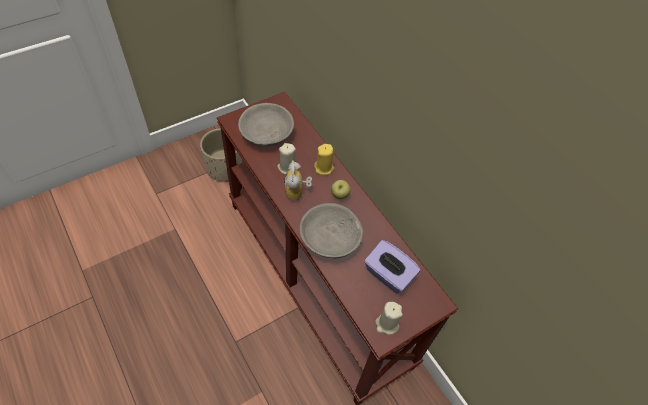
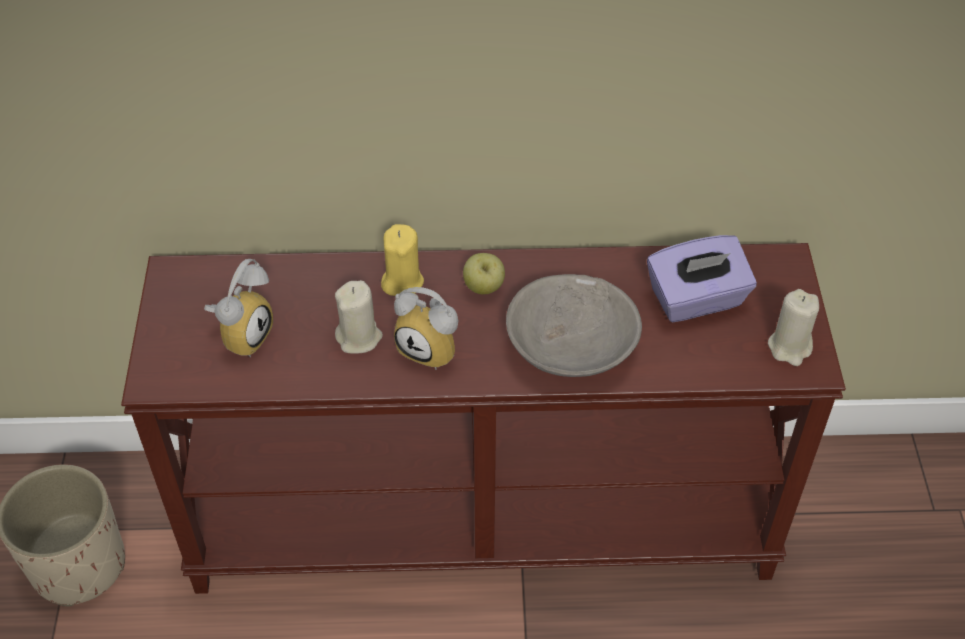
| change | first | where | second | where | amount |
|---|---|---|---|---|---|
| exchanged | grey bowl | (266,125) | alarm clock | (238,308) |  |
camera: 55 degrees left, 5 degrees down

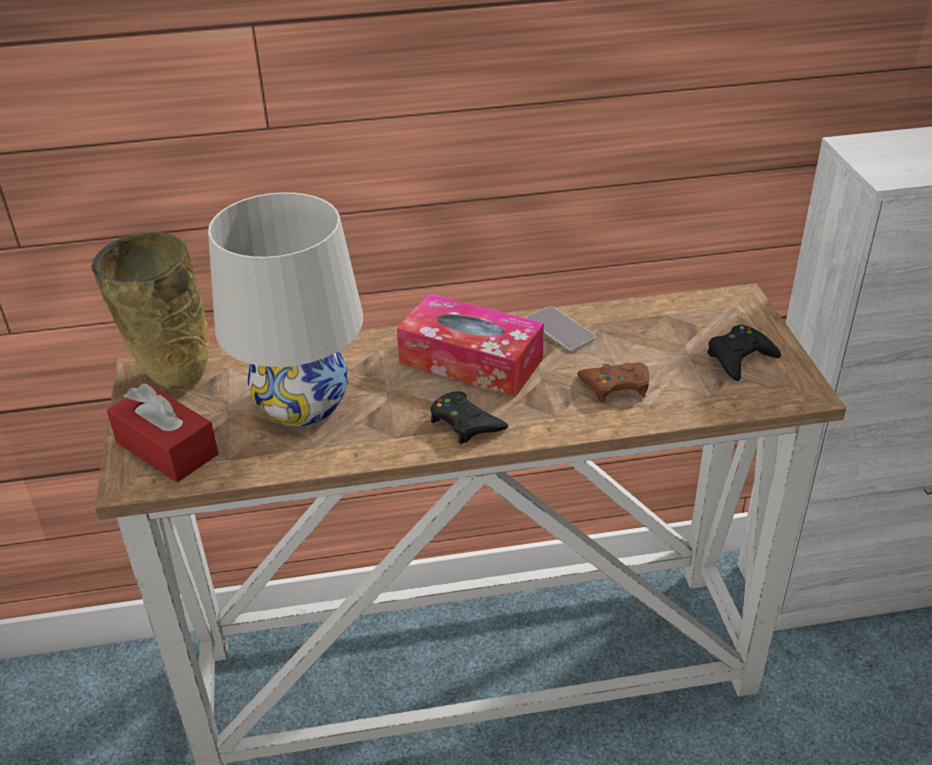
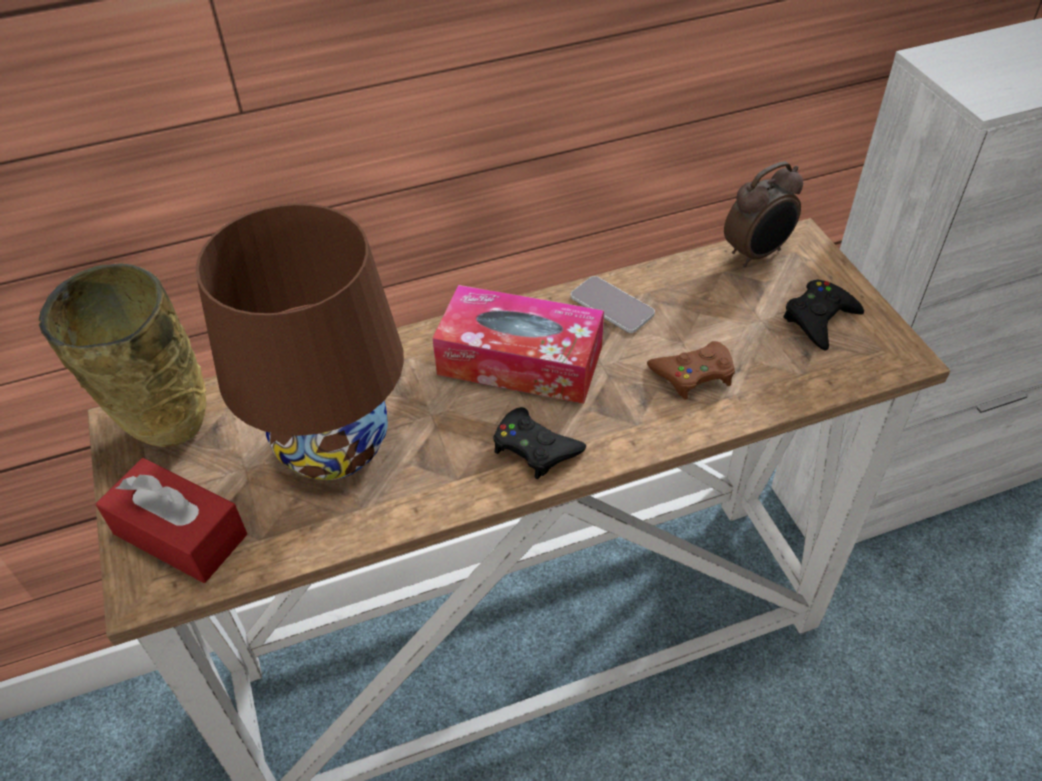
| change | first | where | second | where | amount |
|---|---|---|---|---|---|
| colour | white table lamp | (285,309) | brown table lamp | (300,341) |  |
| appeared |  |  | alarm clock | (763,214) |  |
camera: 10 degrees left, 10 degrees up

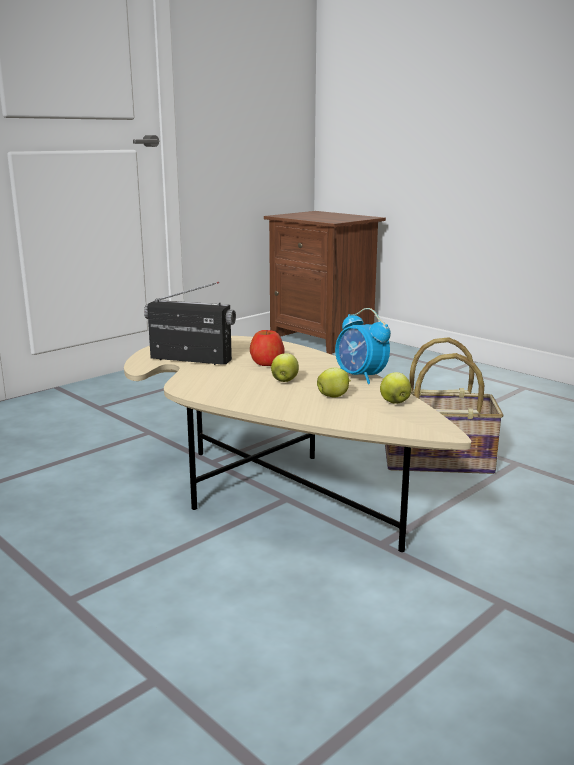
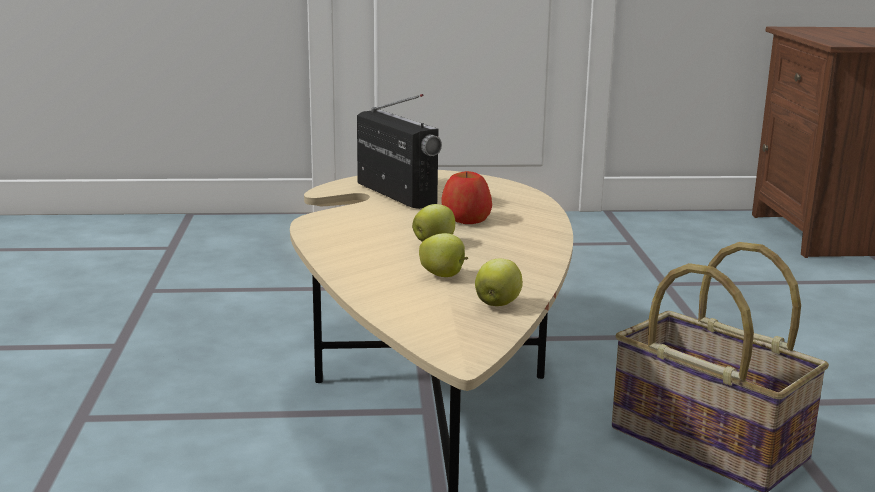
| change | first | where | second | where | amount |
|---|---|---|---|---|---|
| missing | alarm clock | (363,346) |  |  |  |
camera: 40 degrees right, 0 degrees up

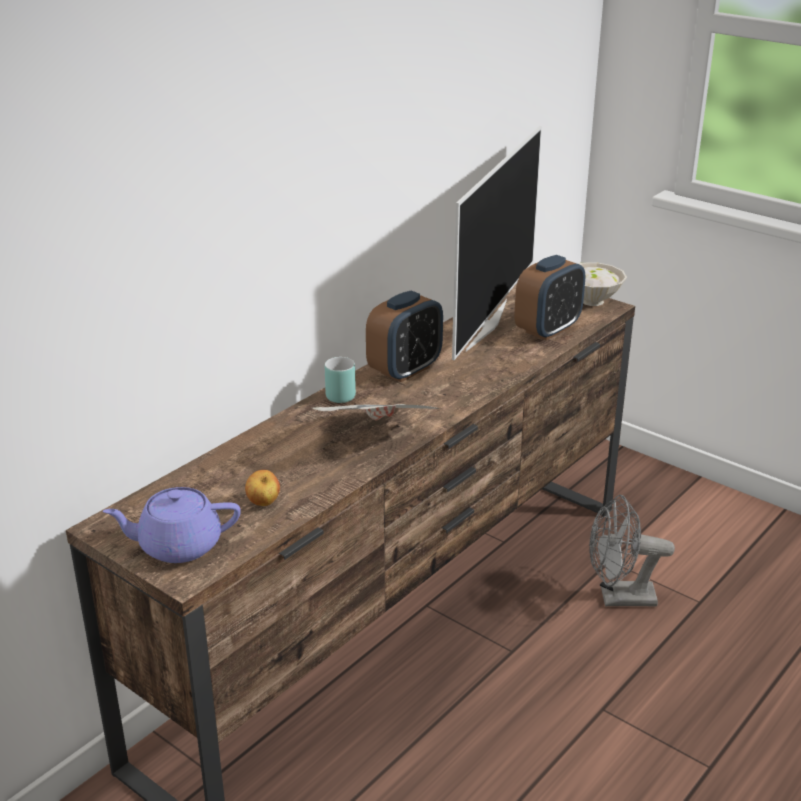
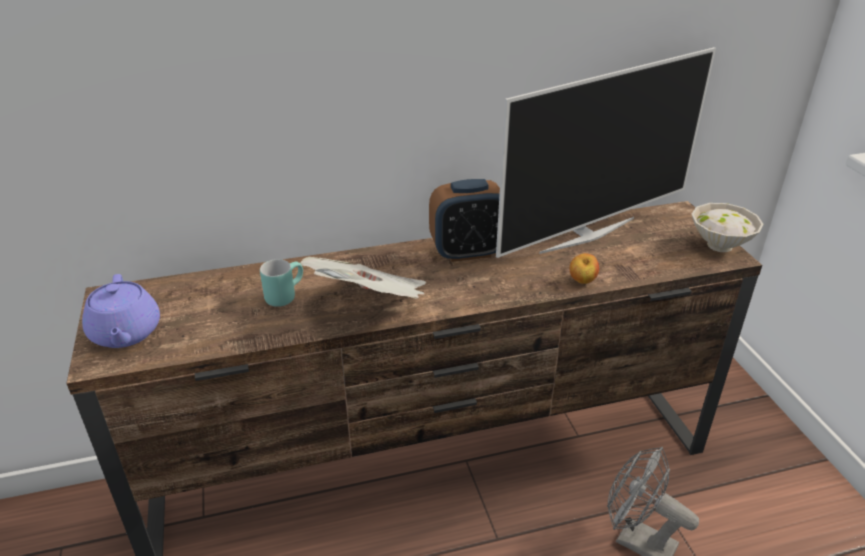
| change | first | where | second | where | amount |
|---|---|---|---|---|---|
| spun | purple teapot | (172,525) |  | (121,311) | 135 degrees counterclockwise |
| relocated | apple | (262,488) |  | (584,268) |  |
| relocated | turquoise mug | (340,380) |  | (281,283) |  |
| missing | alarm clock | (549,298) |  |  |  |
camera: 35 degrees right, 5 degrees up

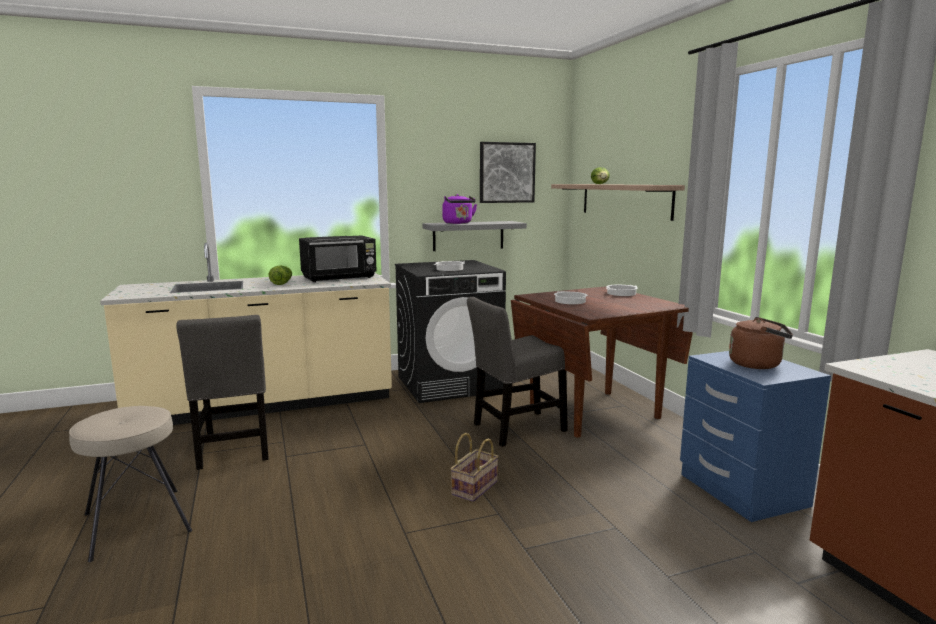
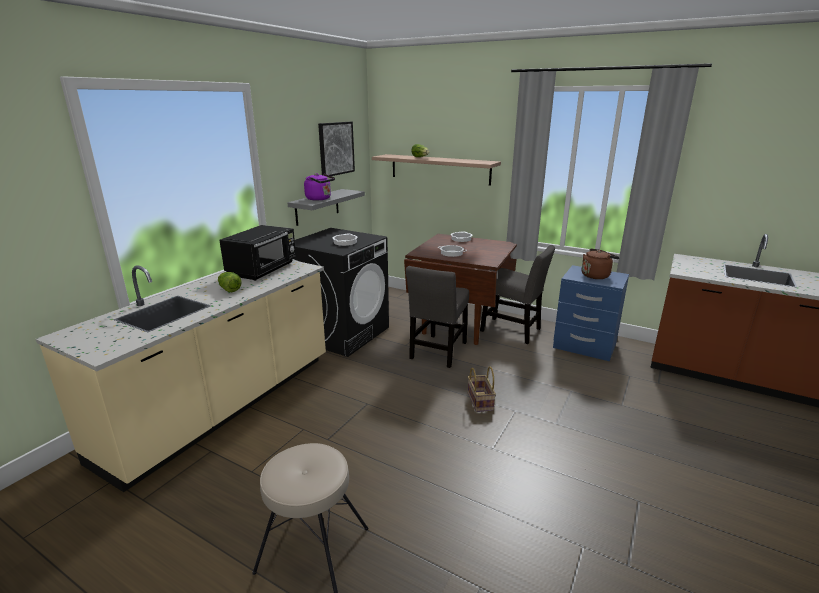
| change | first | where | second | where | amount |
|---|---|---|---|---|---|
| relocated | grey chair | (222,392) |  | (517,294) |  |
camera: 40 degrees left, 10 degrees up

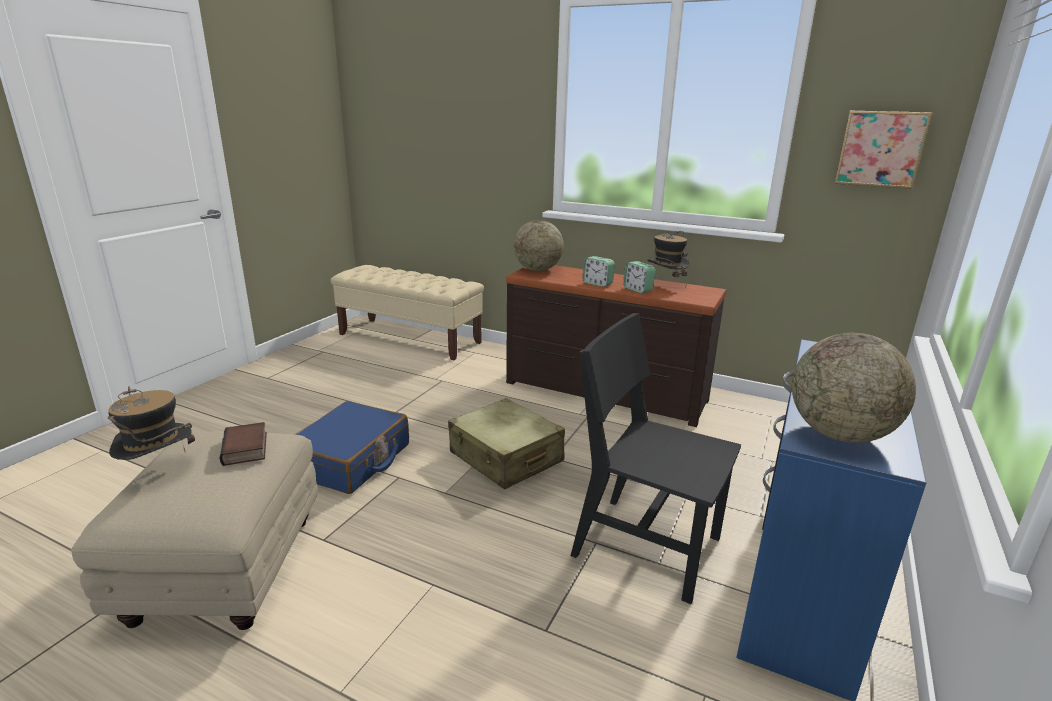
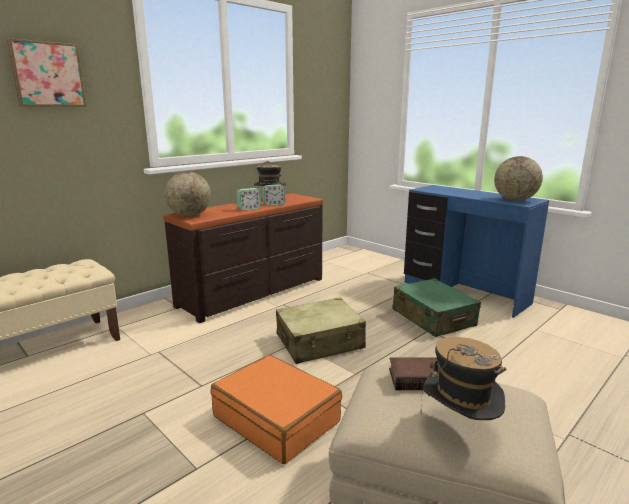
| change | first | where | second | where | amount |
|---|---|---|---|---|---|
| colour | blue suitcase | (352,447) | orange suitcase | (276,409) |  |
| exchanged | black chair | (655,458) | green suitcase | (436,307) |  |
| relocated | picture | (883,150) |  | (46,72) |  |
camera: 70 degrees left, 5 degrees down

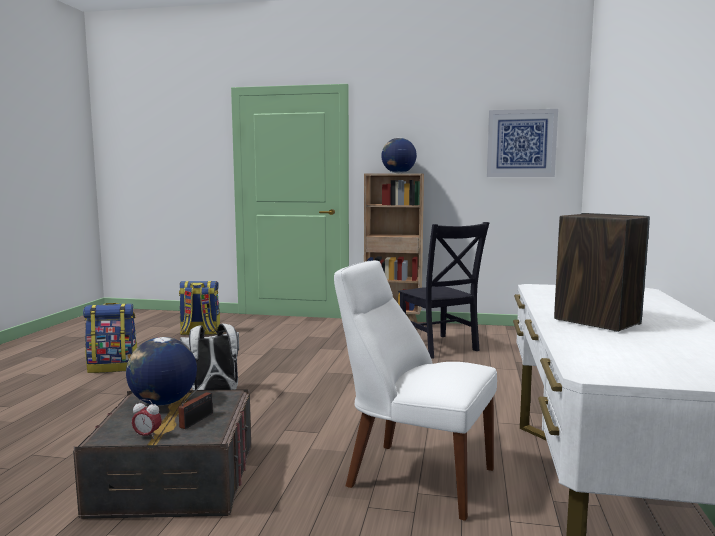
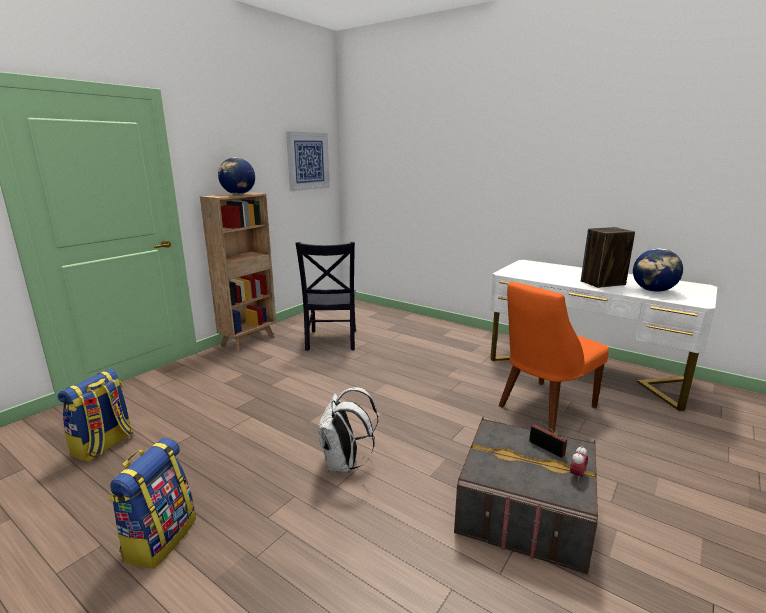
| change | first | where | second | where | amount |
|---|---|---|---|---|---|
| relocated | globe | (161,371) |  | (658,270) |  |
| colour | white chair | (415,390) | orange chair | (554,357) |  |
| spun | black chair | (444,290) |  | (325,296) | 90 degrees clockwise |
camera: 65 degrees left, 10 degrees up

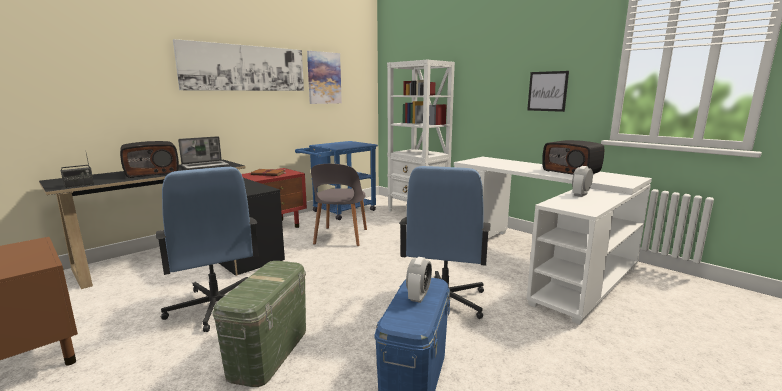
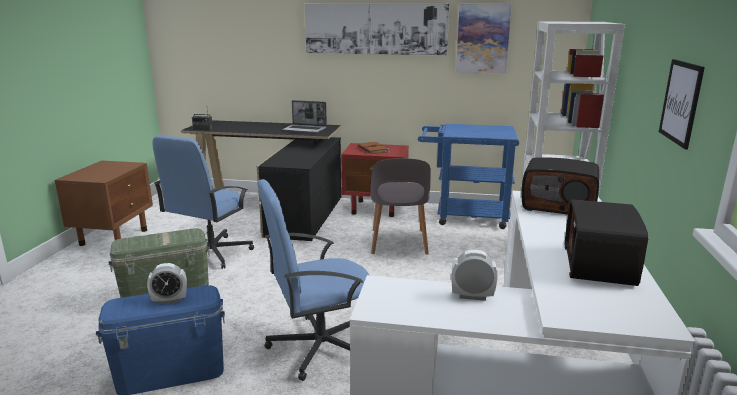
| change | first | where | second | where | amount |
|---|---|---|---|---|---|
| relocated | radio | (149,159) |  | (560,185) |  |
| spun | grey chair | (339,205) |  | (401,206) | 60 degrees counterclockwise |
camera: 55 degrees right, 5 degrees up

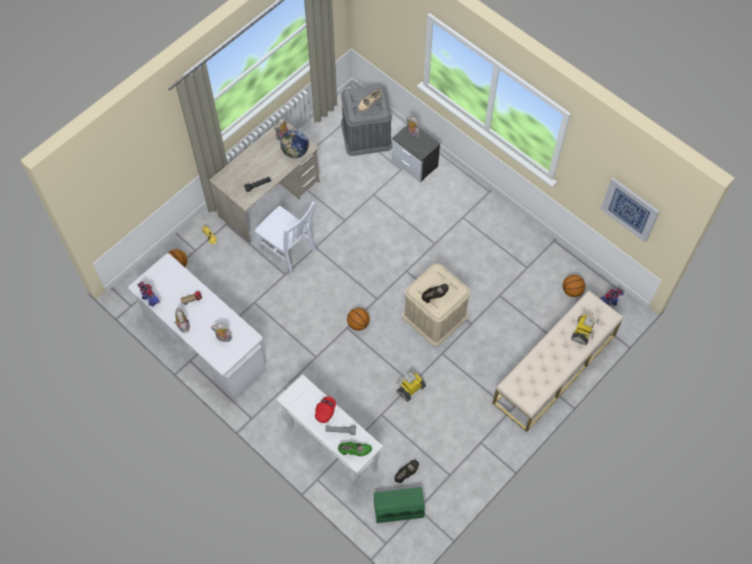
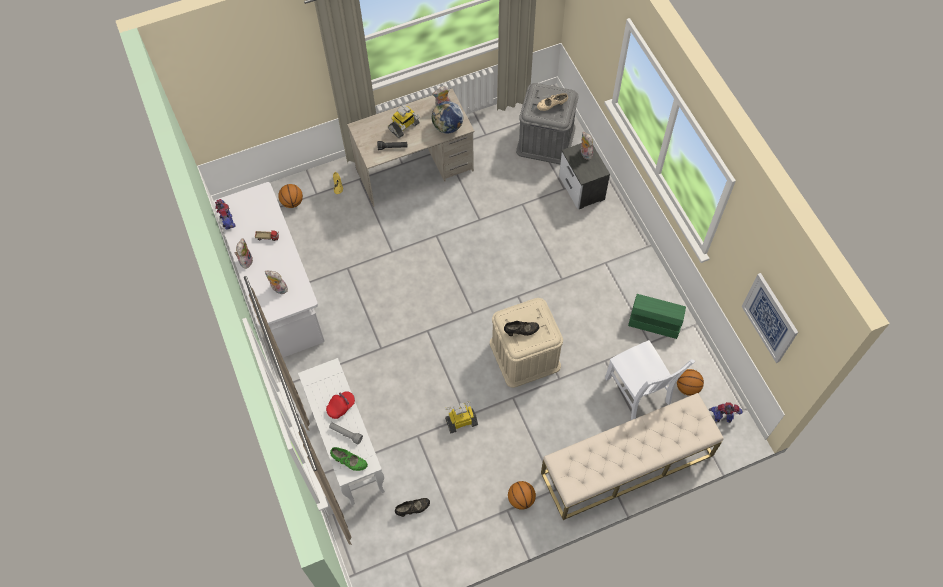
| change | first | where | second | where | amount |
|---|---|---|---|---|---|
| relocated | white chair | (285,238) |  | (650,380) |  |
| relocated | basketball | (358,319) |  | (522,495) |  |
| relocated | green storage box | (399,505) |  | (657,316) |  |
| relocated | toy robot | (585,330) |  | (404,121) |  |
camera: 25 degrees right, 0 degrees up

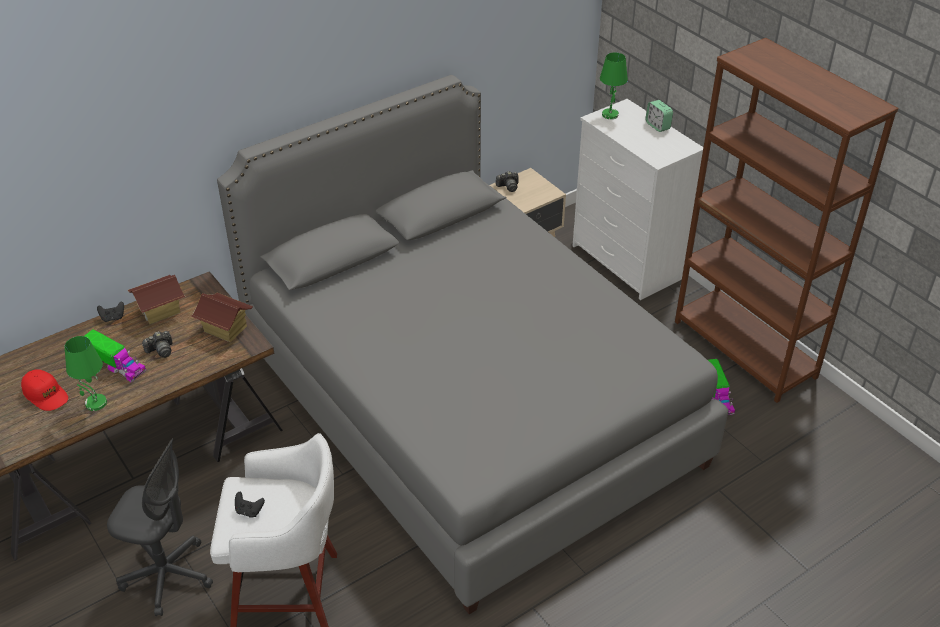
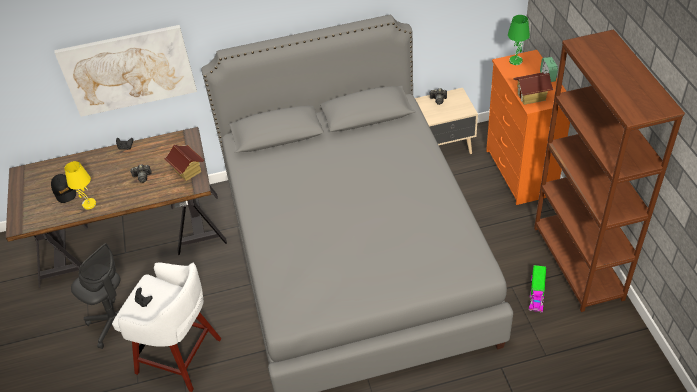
| change | first | where | second | where | amount |
|---|---|---|---|---|---|
| colour | red cap | (44,390) | black cap | (63,188) |  |
| colour | green table lamp | (85,373) | yellow table lamp | (80,185) |  |
| missing | toy truck | (115,355) |  |  |  |
| relocated | toy house | (156,299) |  | (533,88) |  |
| colour | white dresser | (638,199) | orange dresser | (528,127) |  |
| appeared |  |  | picture | (126,71) |  |
camera: 25 degrees right, 5 degrees up

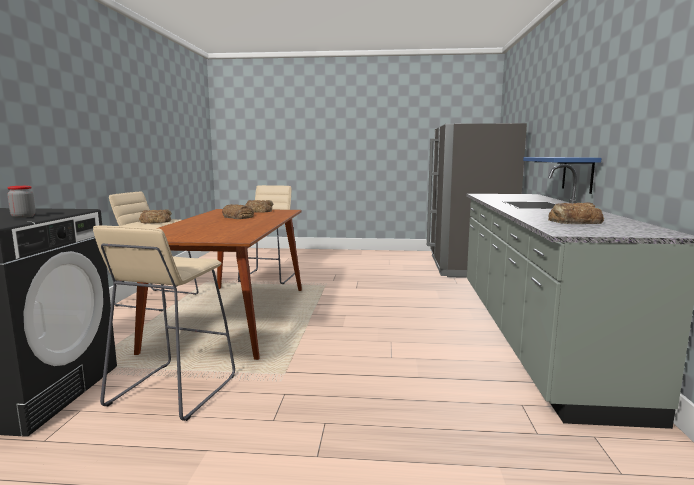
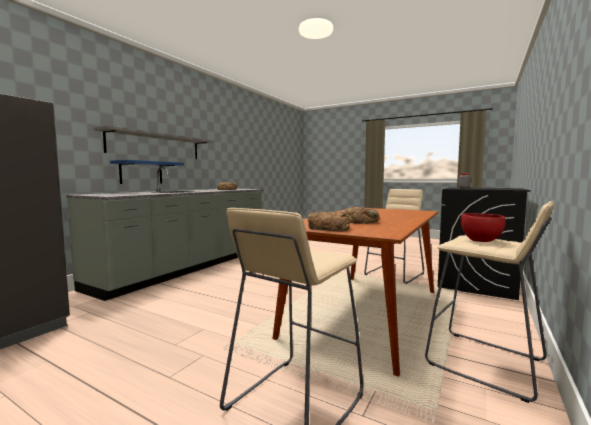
| change | first | where | second | where | amount |
|---|---|---|---|---|---|
| exchanged | bread | (155,216) | red bowl | (483,227) |  |
| appeared |  |  | grey shelf | (153,142) |  |
camera: 155 degrees left, 5 degrees down

